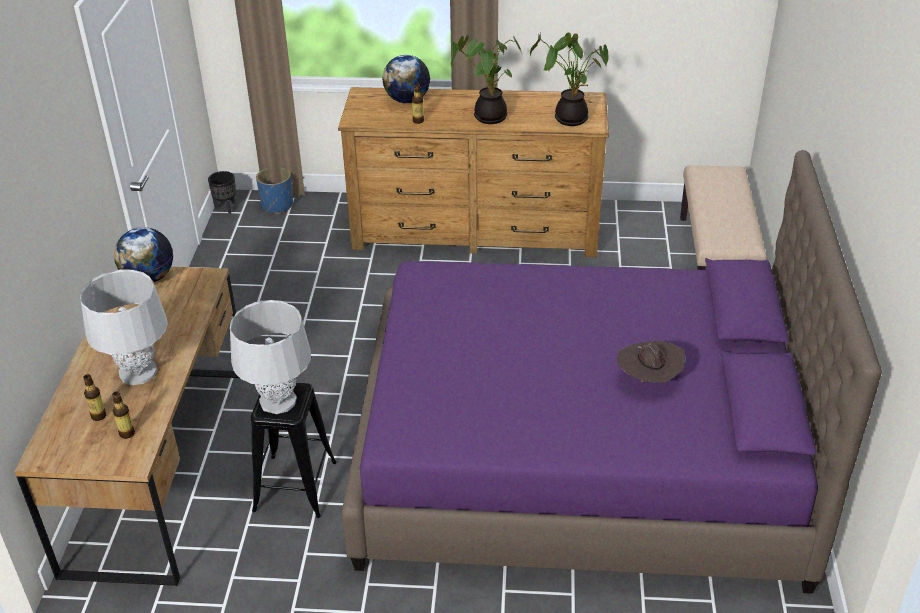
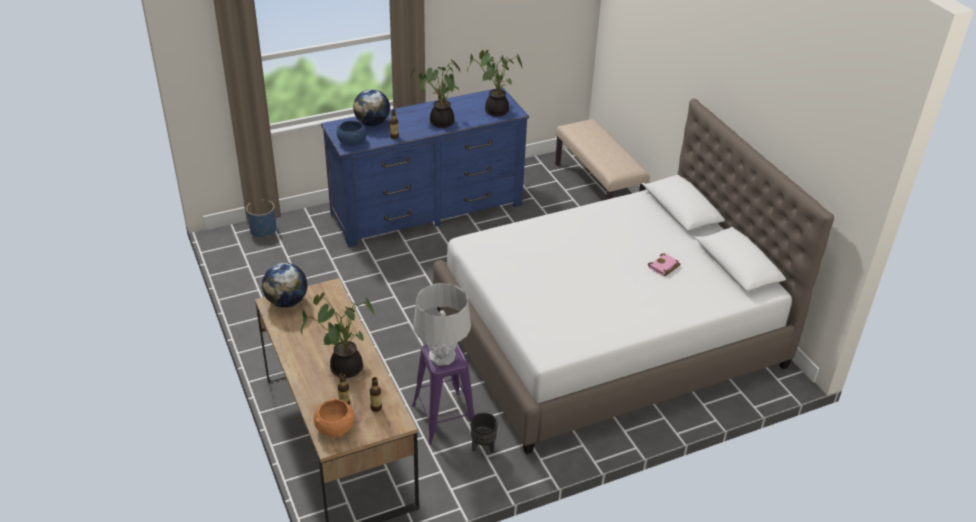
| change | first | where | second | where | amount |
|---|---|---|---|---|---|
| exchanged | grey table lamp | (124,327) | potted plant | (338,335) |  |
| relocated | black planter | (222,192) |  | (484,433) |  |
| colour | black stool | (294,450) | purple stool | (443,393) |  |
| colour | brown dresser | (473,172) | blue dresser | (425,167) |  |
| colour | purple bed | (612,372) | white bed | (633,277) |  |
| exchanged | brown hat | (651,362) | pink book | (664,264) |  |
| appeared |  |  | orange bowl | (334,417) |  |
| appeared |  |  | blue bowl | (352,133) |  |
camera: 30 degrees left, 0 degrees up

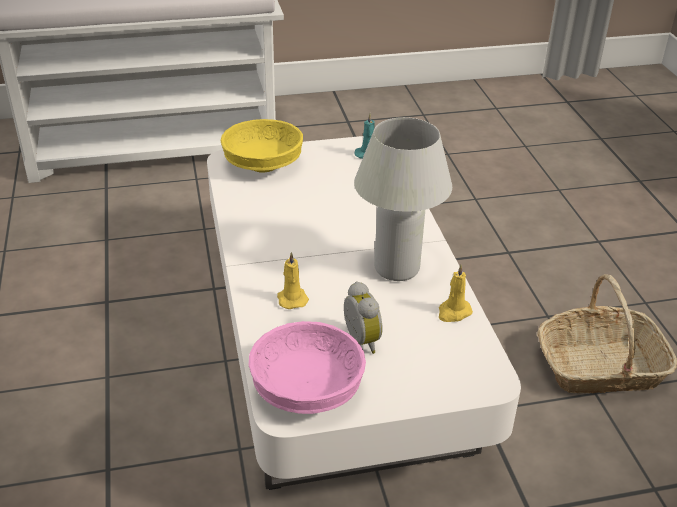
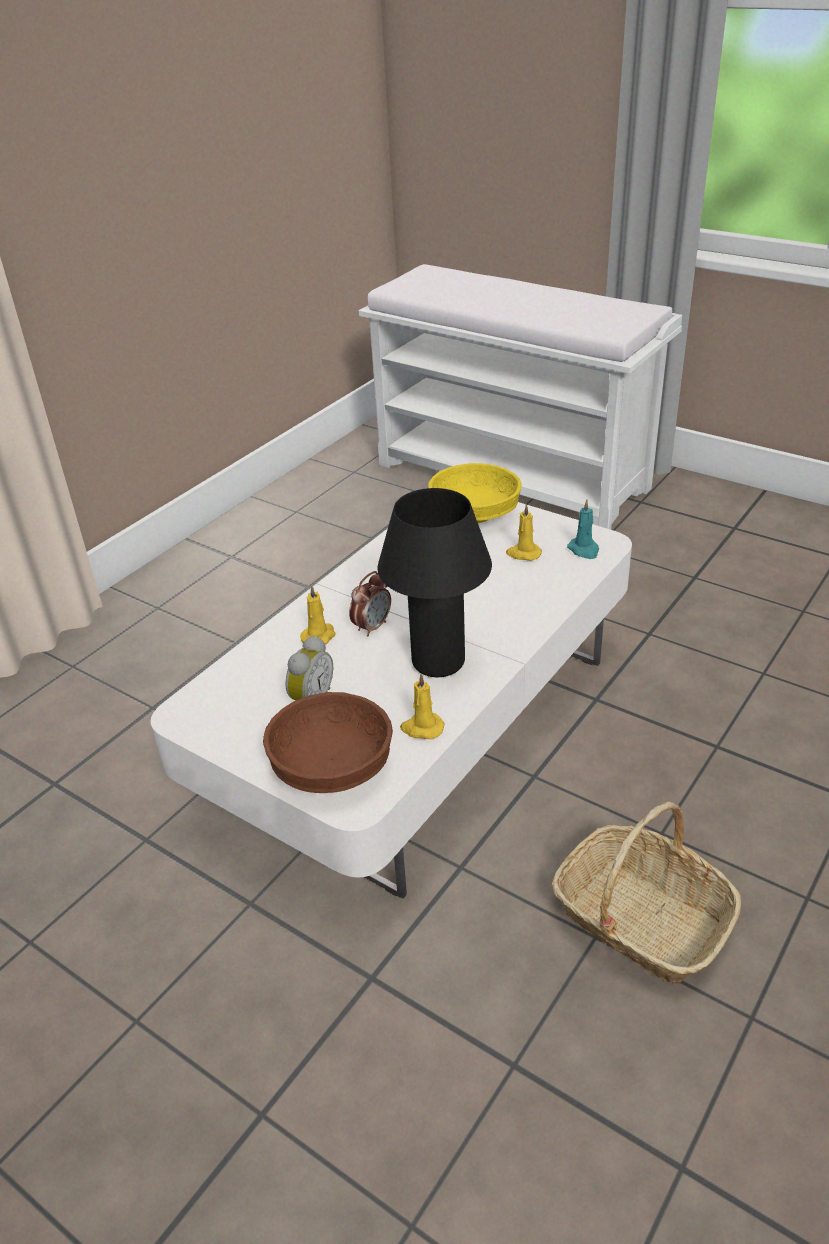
| change | first | where | second | where | amount |
|---|---|---|---|---|---|
| missing | pink bowl | (307,367) |  |  |  |
| colour | white table lamp | (403,199) | black table lamp | (434,582) |  |
| appeared |  |  | brown bowl | (328,742) |  |
| appeared |  |  | alarm clock | (370,604) |  |
| appeared |  |  | yellow candle | (524,532) |  |
camera: 50 degrees right, 0 degrees up

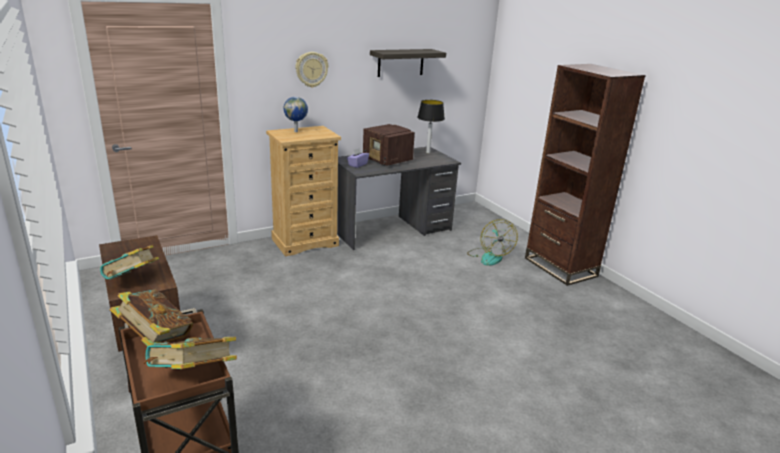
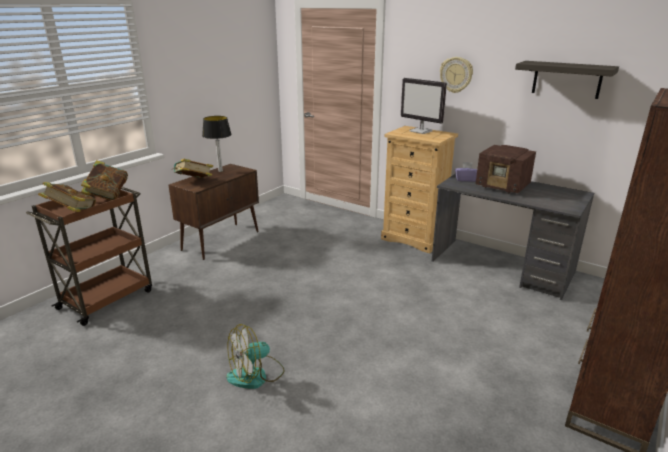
| change | first | where | second | where | amount |
|---|---|---|---|---|---|
| exchanged | globe | (296,114) | monitor | (424,106) |  |
| spun | radio | (389,145) |  | (506,169) | 75 degrees counterclockwise |
| relocated | table lamp | (431,127) |  | (217,144) |  |
| relocated | fan | (492,242) |  | (255,356) |  |
camera: 65 degrees right, 0 degrees up

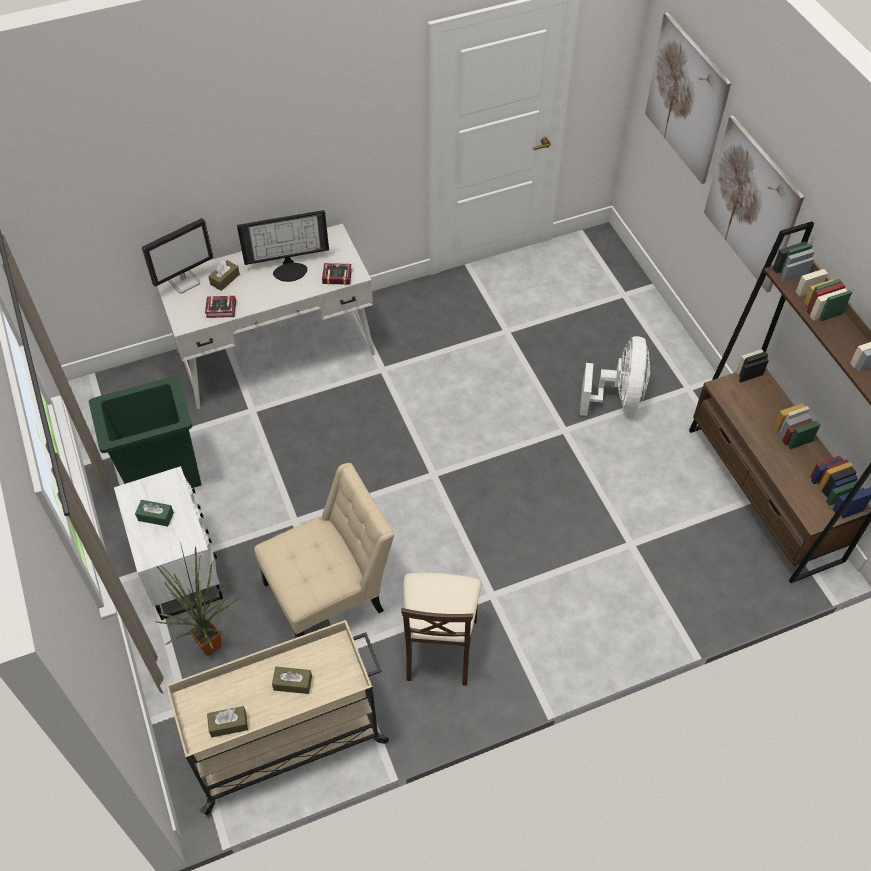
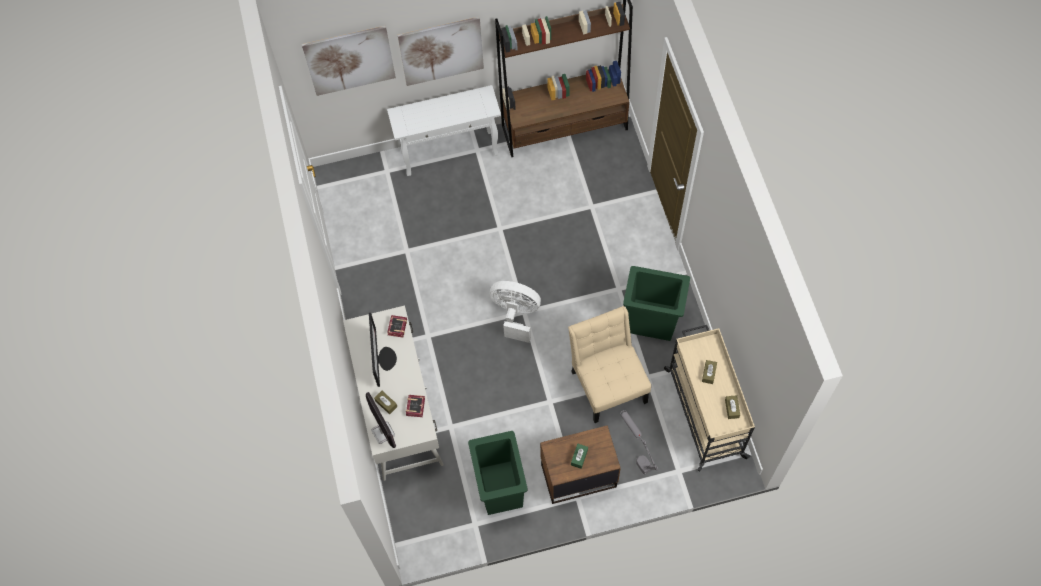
| change | first | where | second | where | amount |
|---|---|---|---|---|---|
| colour | white nightstand | (168,543) | brown nightstand | (580,464) |  |
| exchanged | potted plant | (197,599) | grey table lamp | (639,442) |  |
| exchanged | beige chair | (441,629) | green trash can | (656,303) |  |
| relocated | white fan | (615,376) |  | (515,312) |  |
| appeared |  |  | white console table | (444,130) |  |
camera: 80 degrees left, 10 degrees up

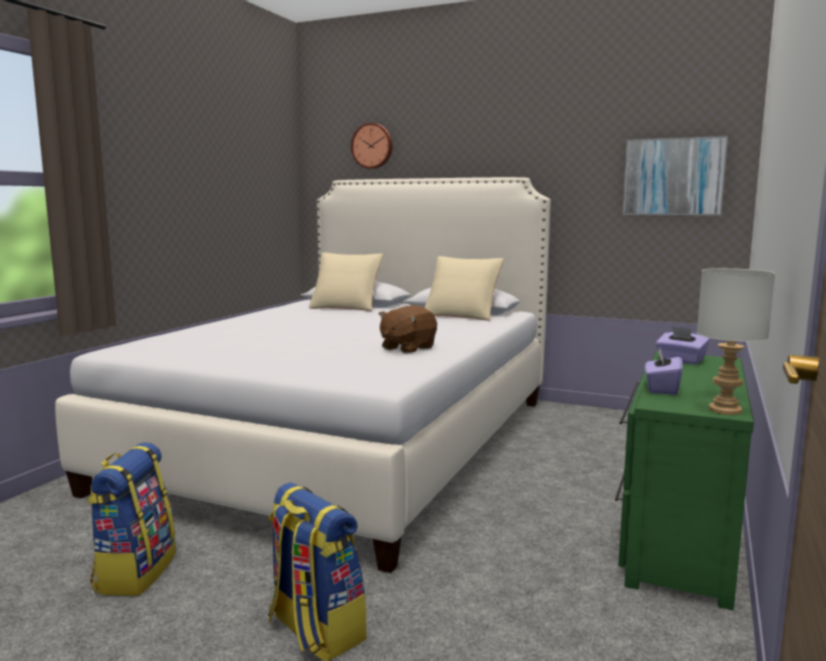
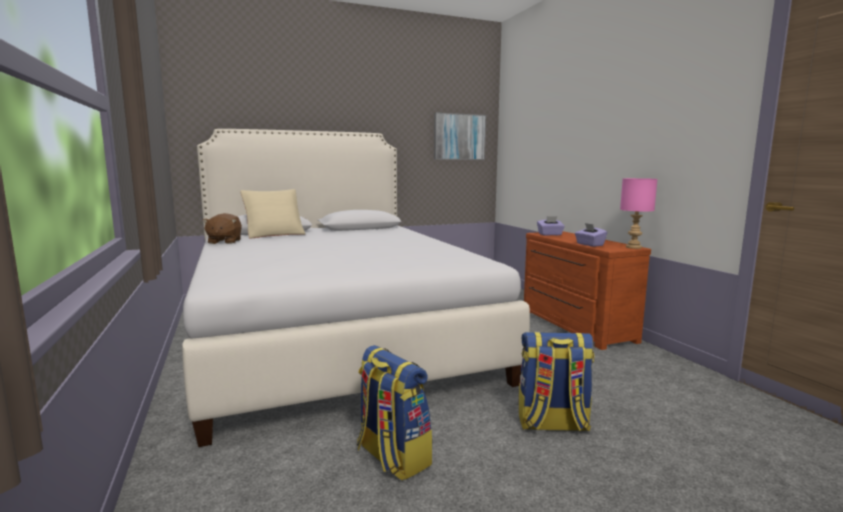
| change | first | where | second | where | amount |
|---|---|---|---|---|---|
| missing | wall clock | (372,146) |  |  |  |
| relocated | brown plush toy | (408,329) |  | (222,228) |  |
| missing | beige pillow | (464,288) |  |  |  |
| colour | green dresser | (684,480) | brown dresser | (587,290) |  |
| colour | grey table lamp | (736,341) | pink table lamp | (638,213) |  |
camera: 45 degrees left, 0 degrees up

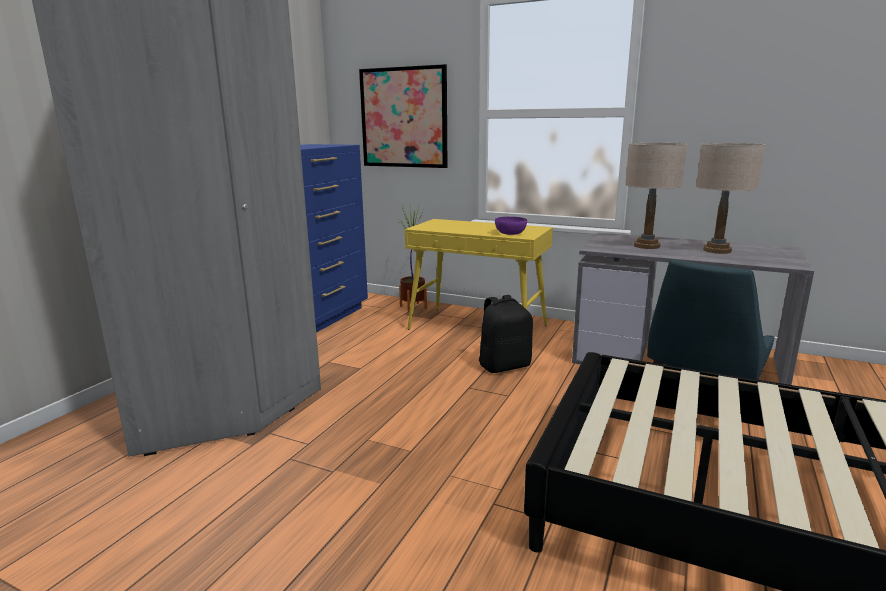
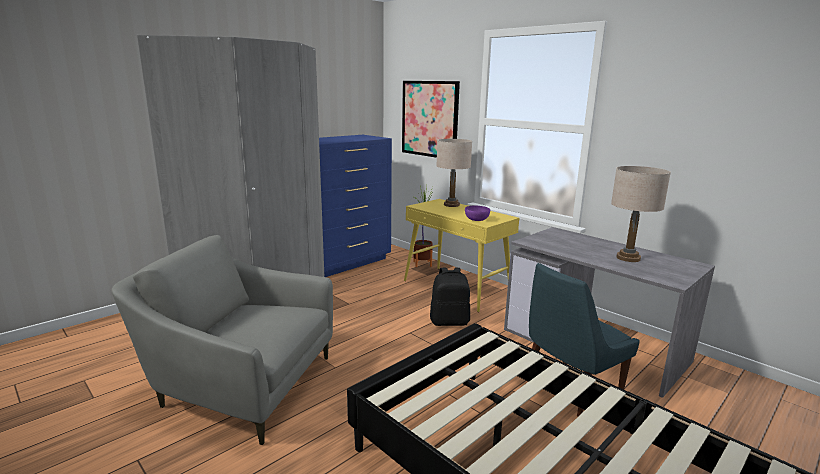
| change | first | where | second | where | amount |
|---|---|---|---|---|---|
| relocated | beige table lamp | (656,196) |  | (454,173) |  |
| appeared |  |  | grey armchair | (222,340) |  |
camera: 20 degrees right, 0 degrees up

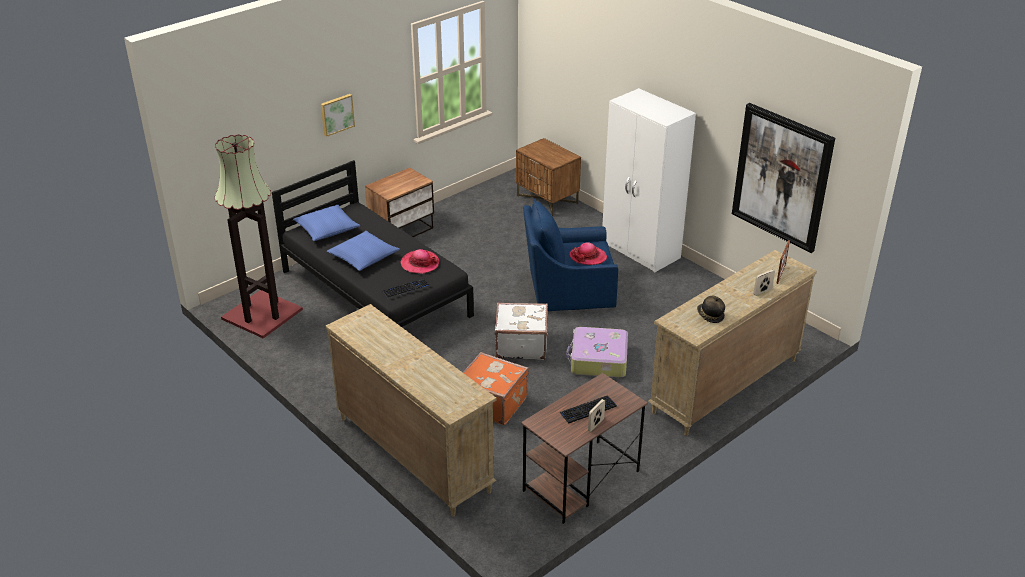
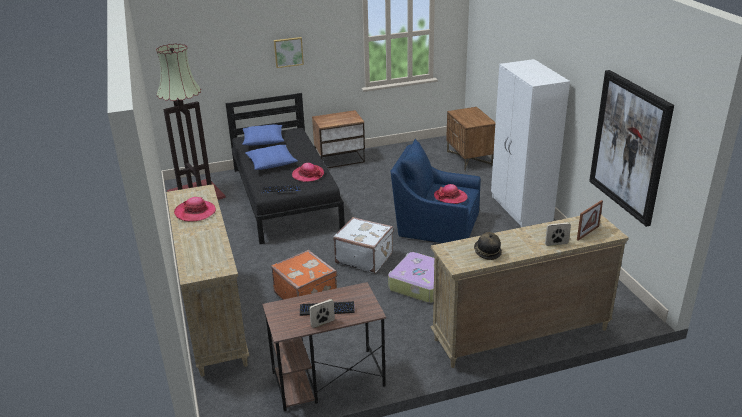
| change | first | where | second | where | amount |
|---|---|---|---|---|---|
| appeared |  |  | hat | (195,209) |  |
camera: 25 degrees right, 5 degrees down

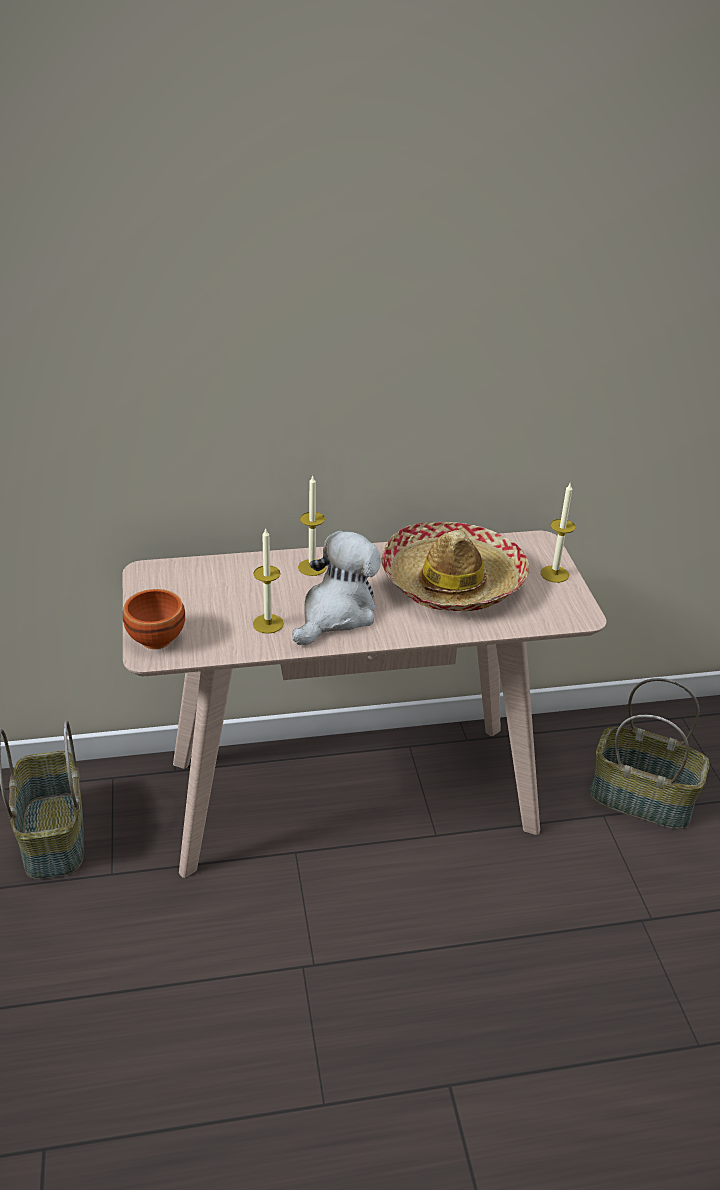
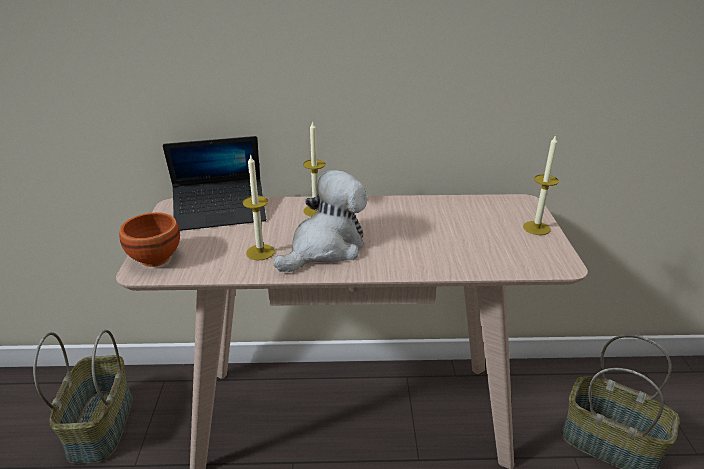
| change | first | where | second | where | amount |
|---|---|---|---|---|---|
| missing | hat | (455,566) |  |  |  |
| appeared |  |  | laptop | (214,183) |  |
camera: 10 degrees right, 5 degrees down

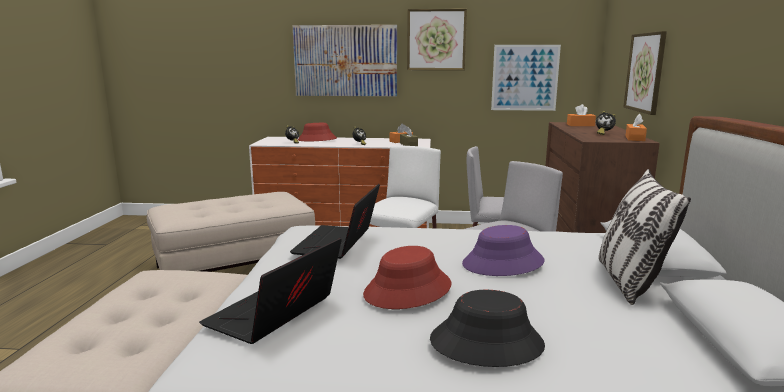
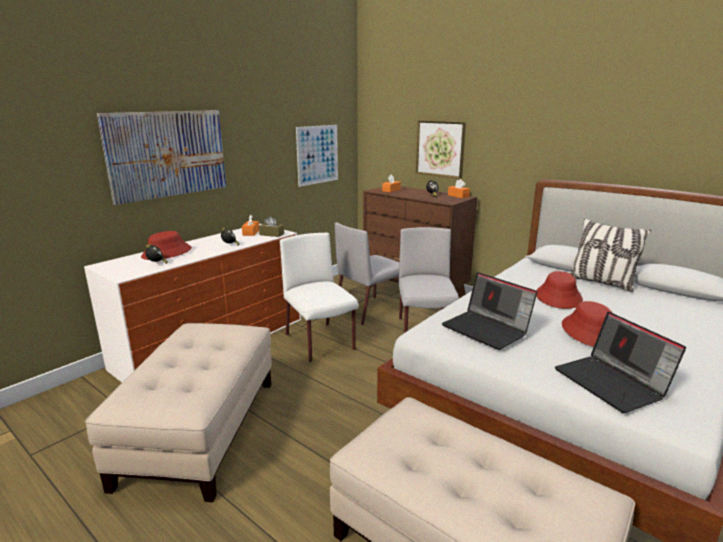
| change | first | where | second | where | amount |
|---|---|---|---|---|---|
| missing | picture | (437,39) |  |  |  |
| missing | black hat | (487,328) |  |  |  |
| colour | purple hat | (503,250) | red hat | (559,290) |  |
camera: 55 degrees left, 5 degrees up

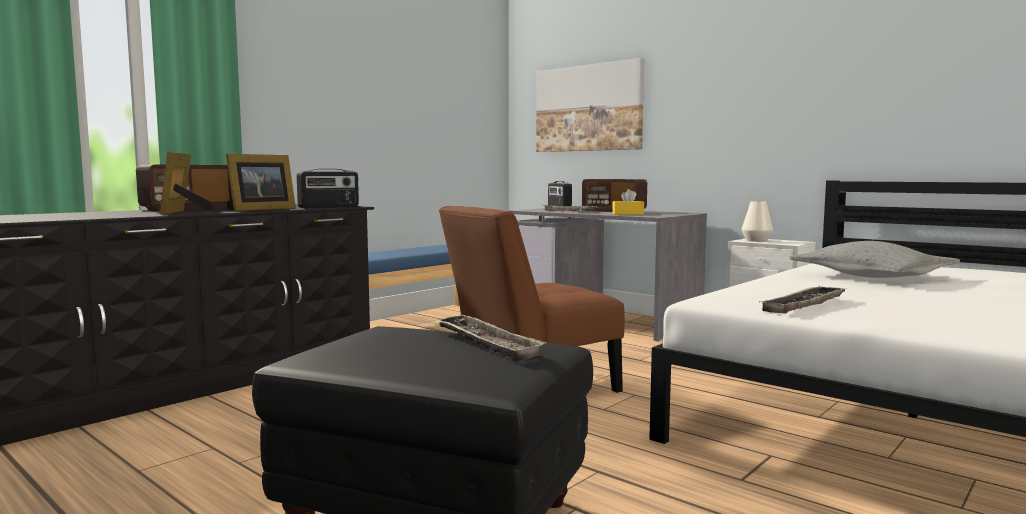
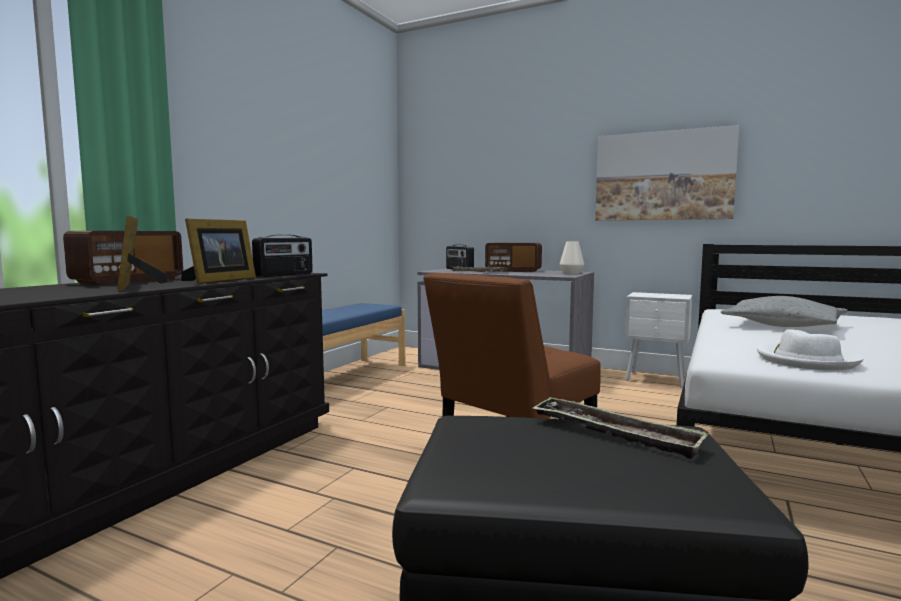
| change | first | where | second | where | amount |
|---|---|---|---|---|---|
| relocated | picture | (590,105) |  | (667,173) |  |
| missing | yellow tissue box | (628,202) |  |  |  |
| relocated | white vase | (757,221) |  | (571,257) |  |
| exchanged | tray | (803,300) | white hat | (810,350) |  |
camera: 15 degrees left, 0 degrees up

